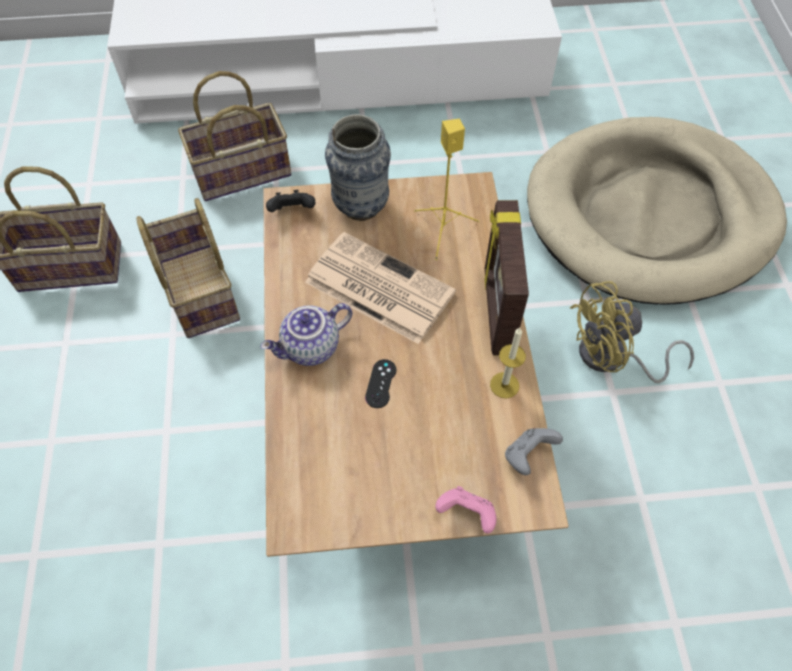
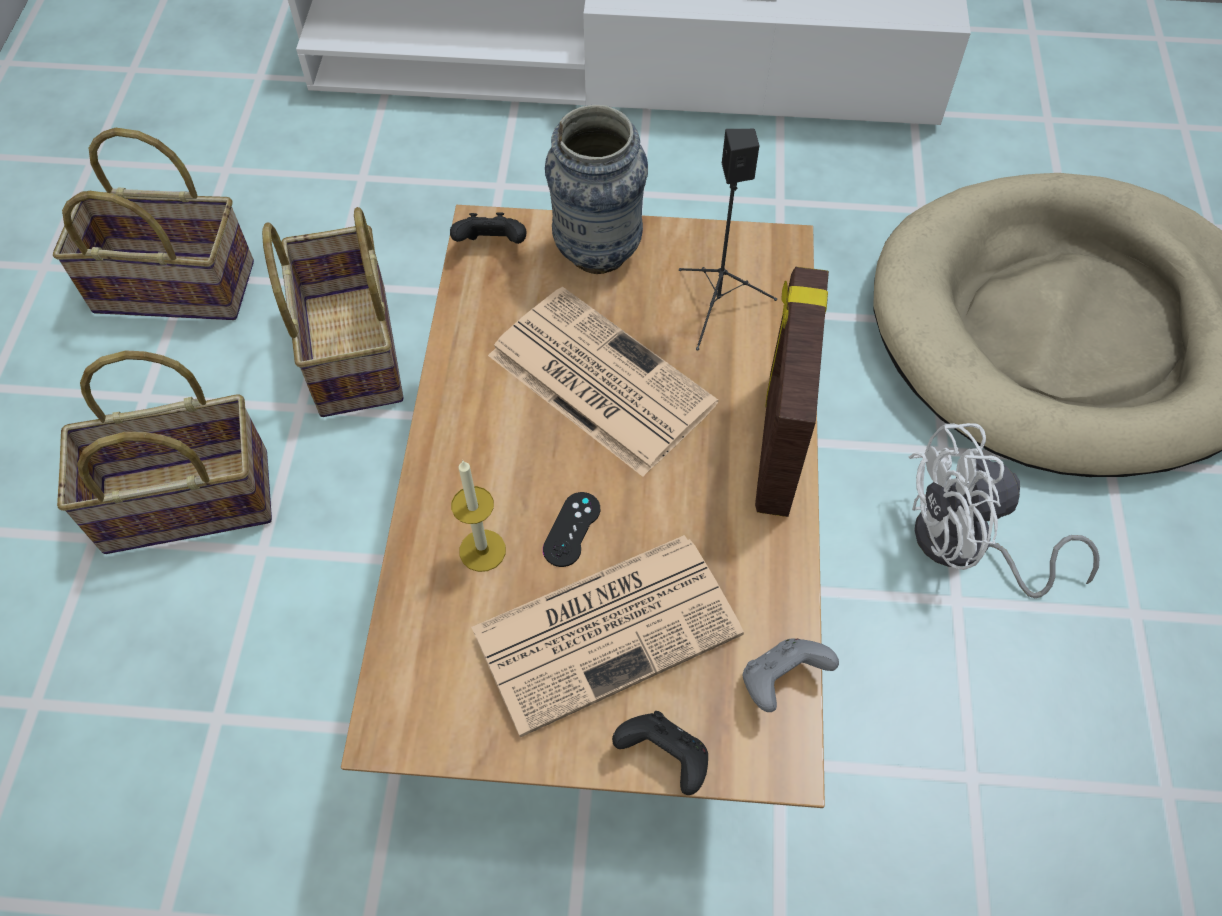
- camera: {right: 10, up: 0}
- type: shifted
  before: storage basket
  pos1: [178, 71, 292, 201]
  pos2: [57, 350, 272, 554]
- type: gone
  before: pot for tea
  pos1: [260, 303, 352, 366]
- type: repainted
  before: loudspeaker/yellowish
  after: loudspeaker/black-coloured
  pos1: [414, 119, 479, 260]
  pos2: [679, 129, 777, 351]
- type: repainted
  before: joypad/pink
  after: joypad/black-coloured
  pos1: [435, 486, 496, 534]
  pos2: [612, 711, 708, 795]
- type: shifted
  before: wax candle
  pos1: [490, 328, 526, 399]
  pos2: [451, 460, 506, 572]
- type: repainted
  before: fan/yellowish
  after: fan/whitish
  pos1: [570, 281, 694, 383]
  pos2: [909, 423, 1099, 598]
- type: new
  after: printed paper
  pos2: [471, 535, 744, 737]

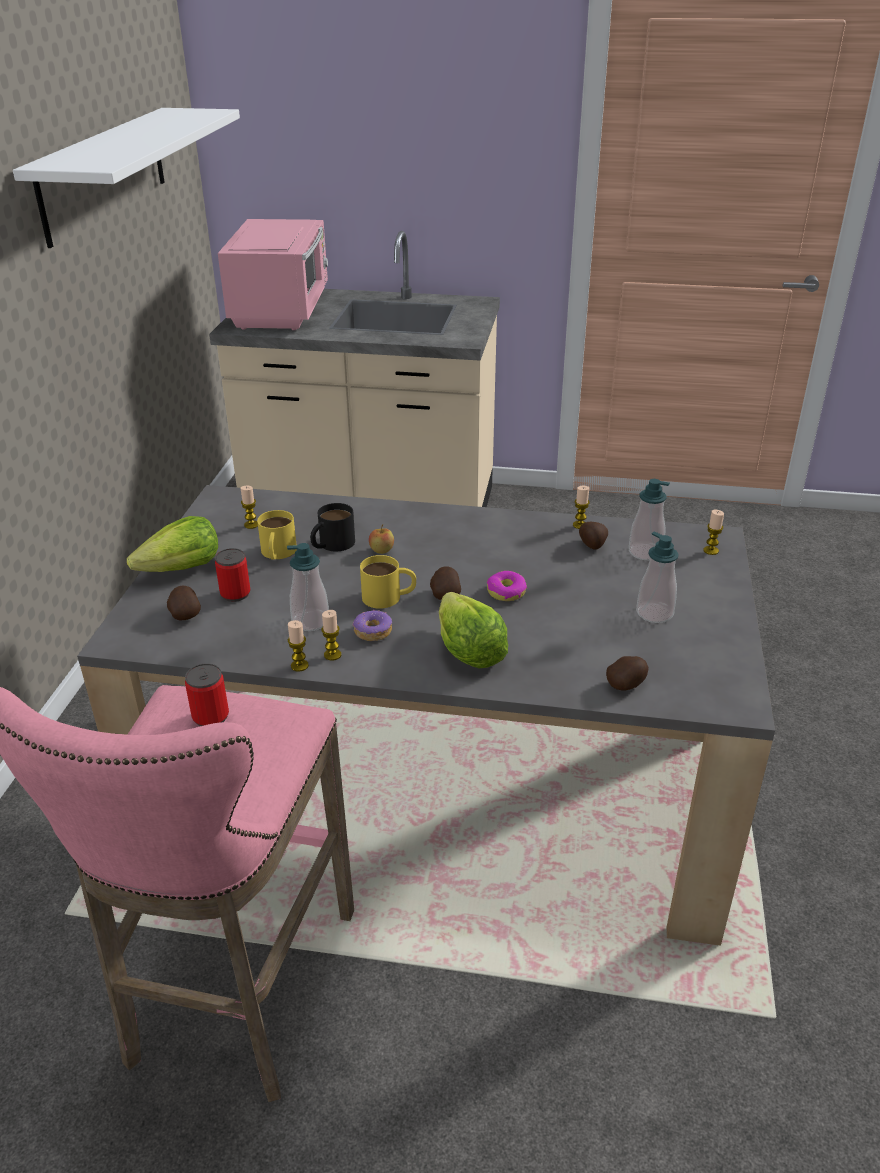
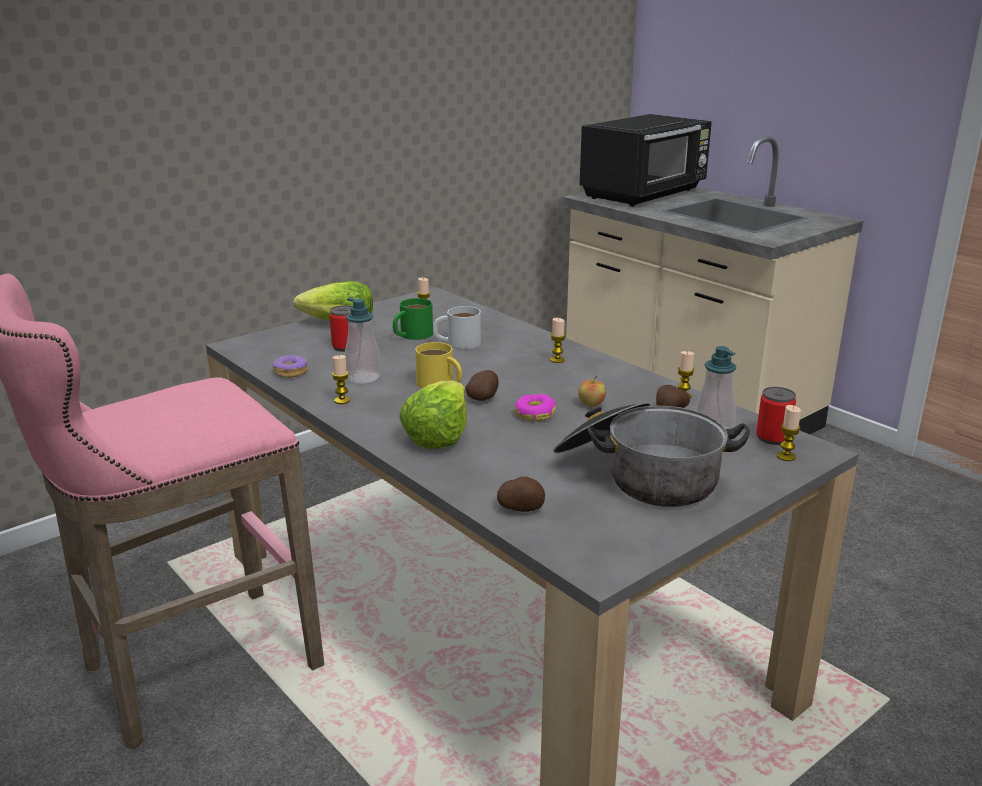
- camera: {right: 40, up: -10}
- type: gone
  before: shelf/whitish
  pos1: [13, 108, 240, 248]
- type: gone
  before: whole potato
  pos1: [167, 586, 201, 620]
- type: shifted
  before: can
  pos1: [185, 664, 229, 726]
  pos2: [756, 387, 796, 445]
- type: repainted
  before: kitchen microwave/pink
  after: kitchen microwave/black-coloured
  pos1: [218, 219, 328, 330]
  pos2: [579, 114, 712, 207]
- type: repainted
  before: coffee mug/yellowish
  after: coffee mug/green
  pos1: [257, 510, 297, 560]
  pos2: [393, 298, 433, 340]
- type: shifted
  before: wax candle
  pos1: [288, 620, 309, 672]
  pos2: [550, 318, 566, 363]
- type: repainted
  before: coffee mug/black-coloured
  after: coffee mug/whitish
  pos1: [310, 503, 355, 551]
  pos2: [433, 306, 481, 349]
- type: shifted
  before: doughnut
  pos1: [353, 609, 392, 641]
  pos2: [273, 354, 308, 378]
- type: shifted
  before: apple
  pos1: [369, 524, 394, 554]
  pos2: [578, 375, 606, 407]
- type: swapped
  before: soap bottle
  after: saucepot
  pos1: [636, 531, 678, 623]
  pos2: [553, 402, 750, 507]

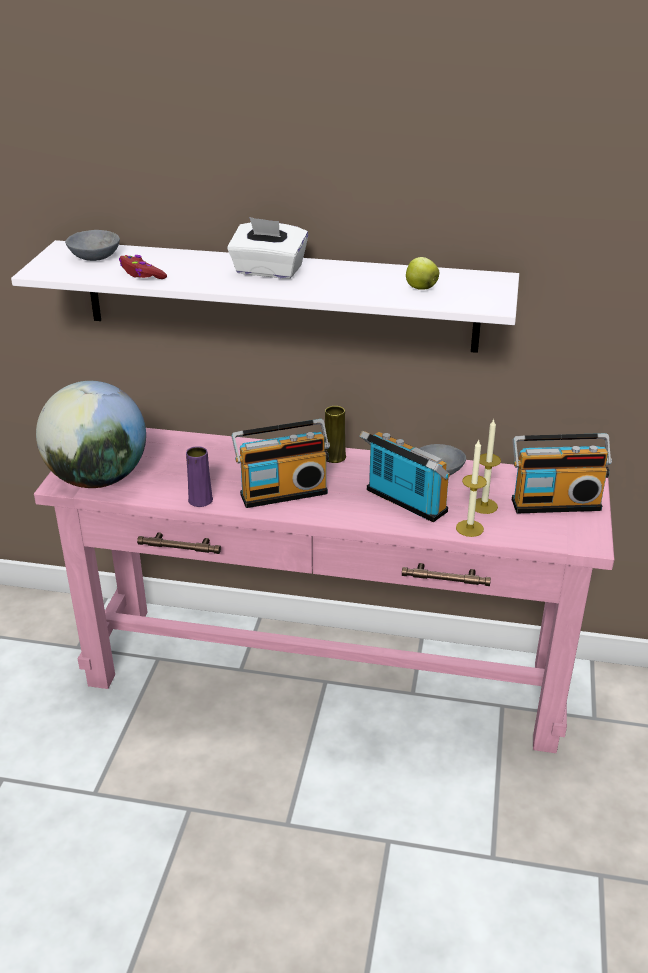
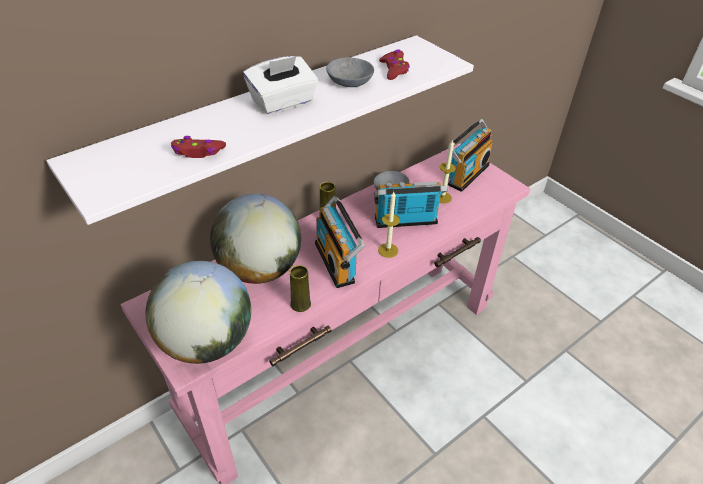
- camera: {right: -50, up: 10}
- type: shifted
  before: bowl/gray
  pos1: [65, 230, 120, 261]
  pos2: [326, 57, 374, 87]
- type: repainted
  before: decorative vase/purple
  after: decorative vase/yellowish
  pos1: [186, 446, 213, 507]
  pos2: [290, 265, 311, 312]
- type: rotated
  before: radio
  pos1: [232, 419, 330, 508]
  pos2: [315, 196, 365, 288]
  turn: 135
- type: swapped
  before: apple
  after: joypad/red
  pos1: [406, 257, 439, 290]
  pos2: [379, 49, 410, 80]
- type: shifted
  before: wax candle
  pos1: [456, 439, 487, 537]
  pos2: [378, 192, 400, 258]
- type: new
  after: desk globe
  pos2: [210, 194, 301, 284]

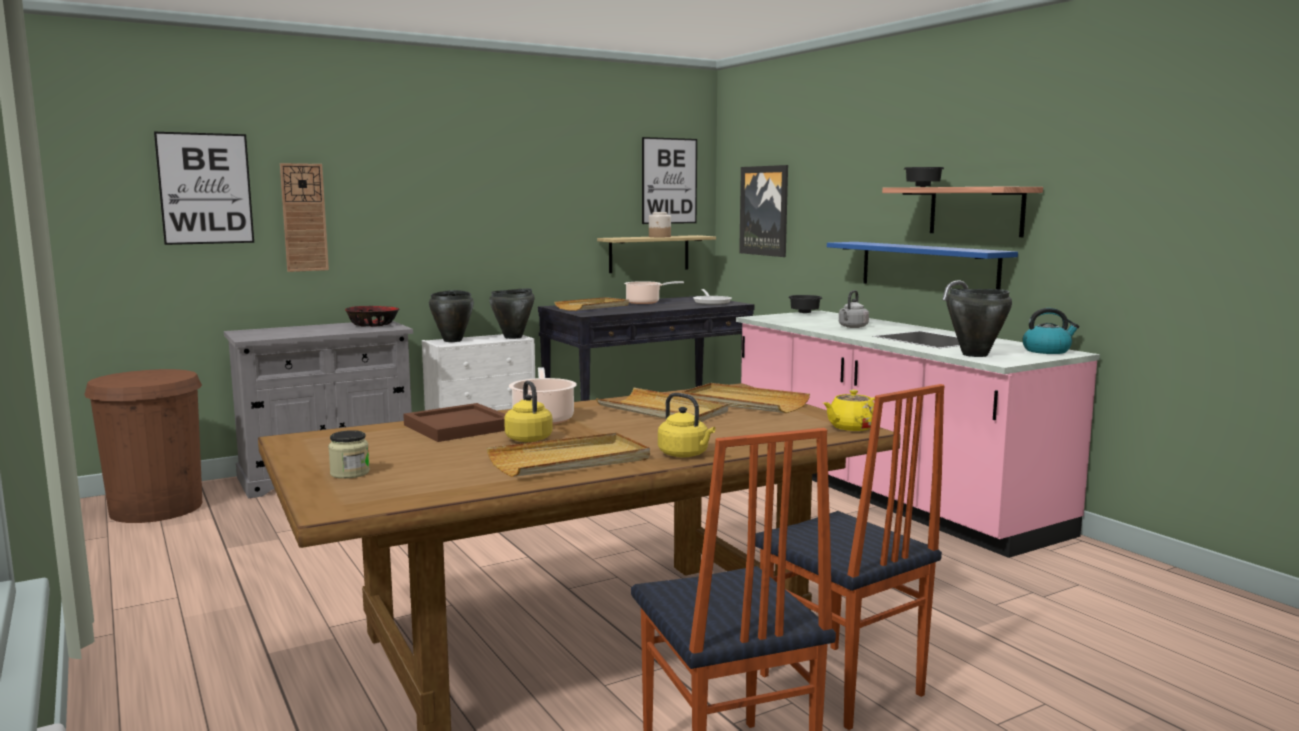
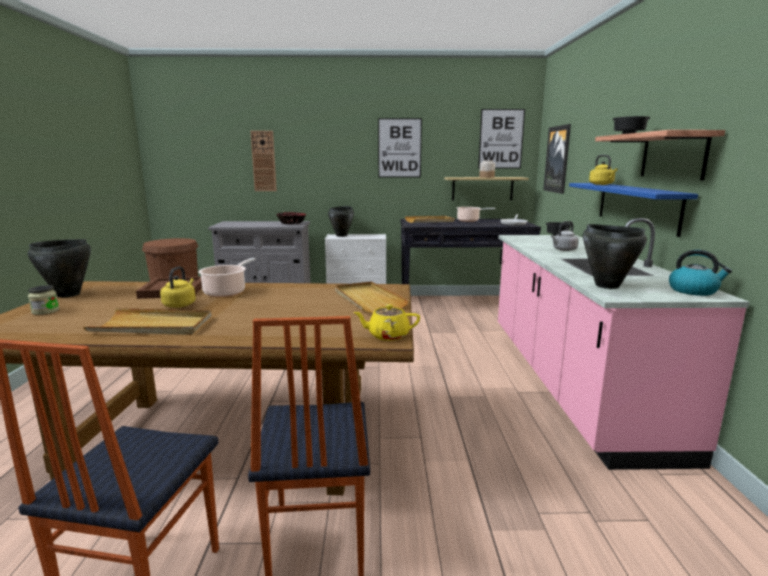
- camera: {right: 30, up: 5}
- type: shifted
  before: picture
  pos1: [154, 132, 254, 245]
  pos2: [378, 118, 422, 177]
- type: shifted
  before: saucepot/black-coloured
  pos1: [489, 288, 534, 339]
  pos2: [28, 239, 91, 298]
- type: gone
  before: tray/beige-coloured
  pos1: [596, 388, 728, 422]
- type: shifted
  before: water kettle/yellowish
  pos1: [658, 393, 715, 458]
  pos2: [589, 155, 617, 185]

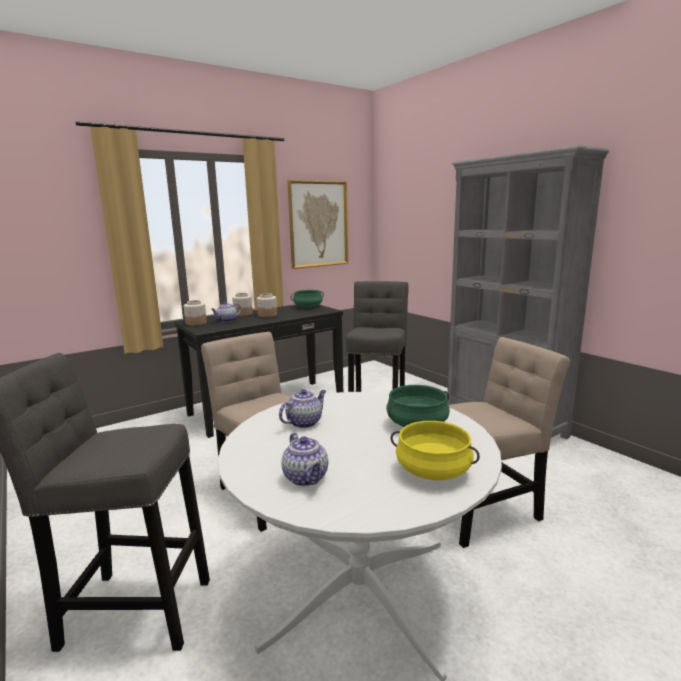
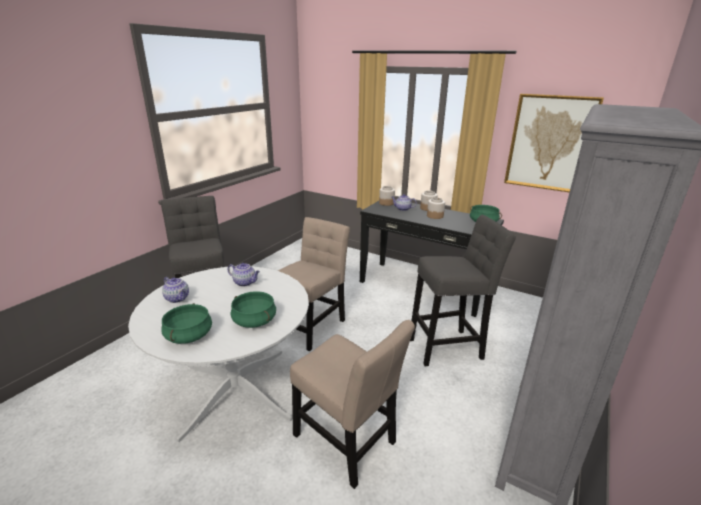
- camera: {right: 65, up: 10}
- type: rotated
  before: pot for tea
  pos1: [281, 433, 328, 486]
  pos2: [162, 277, 189, 303]
  turn: -90
- type: repainted
  before: saucepot/yellowish
  after: saucepot/green
  pos1: [391, 421, 480, 480]
  pos2: [162, 303, 212, 344]

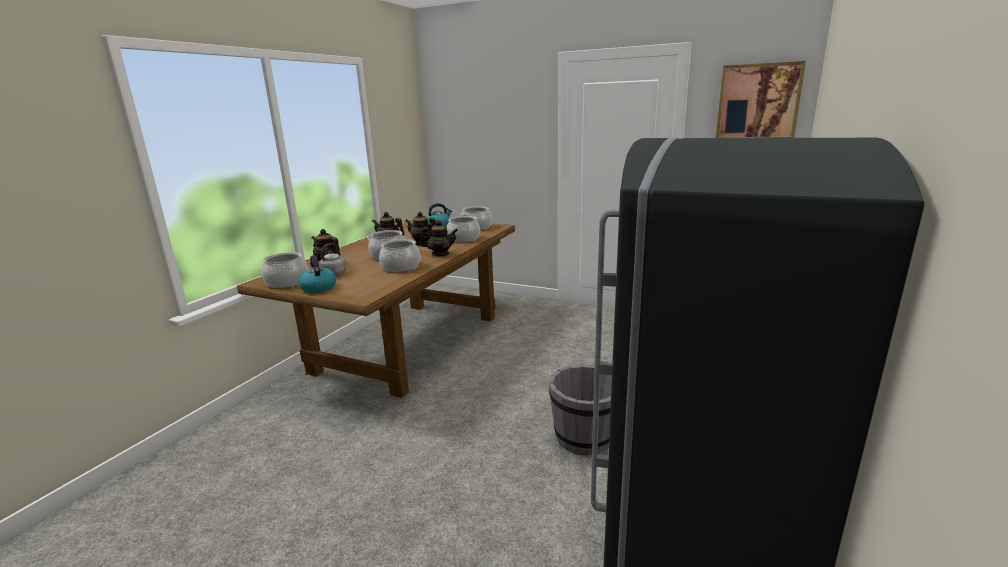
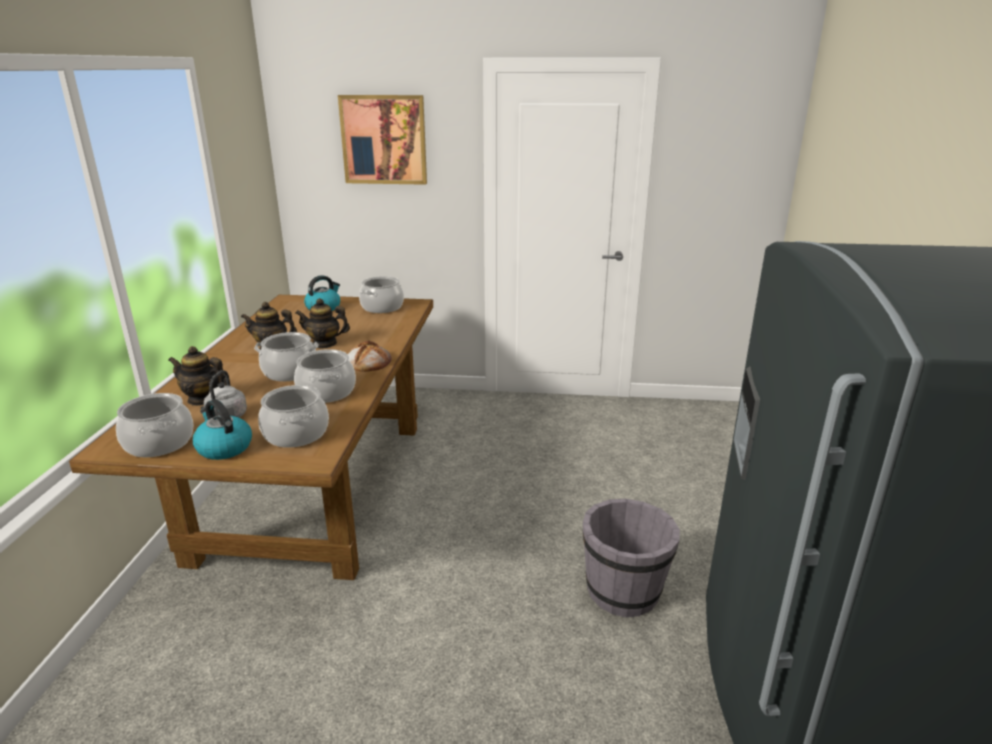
- camera: {right: -20, up: 5}
- type: swapped
  before: pot for tea
  after: baked bread
  pos1: [420, 220, 458, 256]
  pos2: [348, 340, 392, 372]
- type: shifted
  before: saucepot
  pos1: [447, 216, 480, 243]
  pos2: [258, 385, 329, 448]
- type: shifted
  before: picture
  pos1: [716, 61, 806, 138]
  pos2: [338, 95, 427, 185]

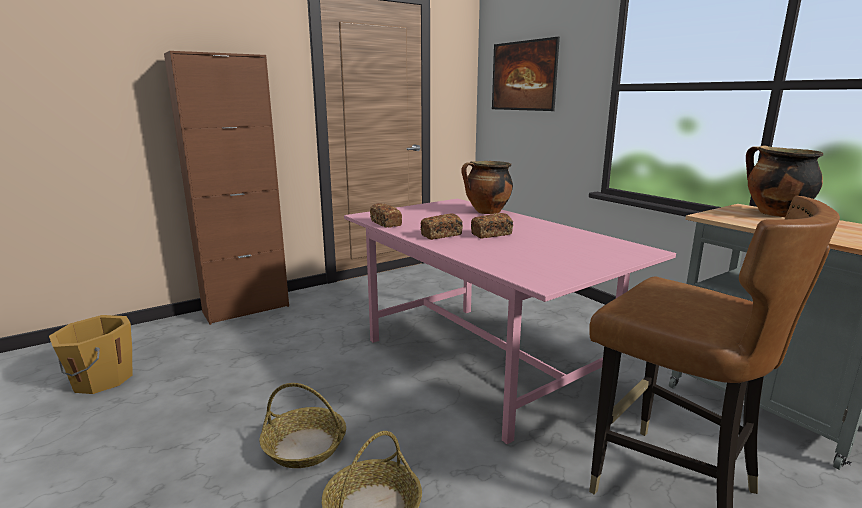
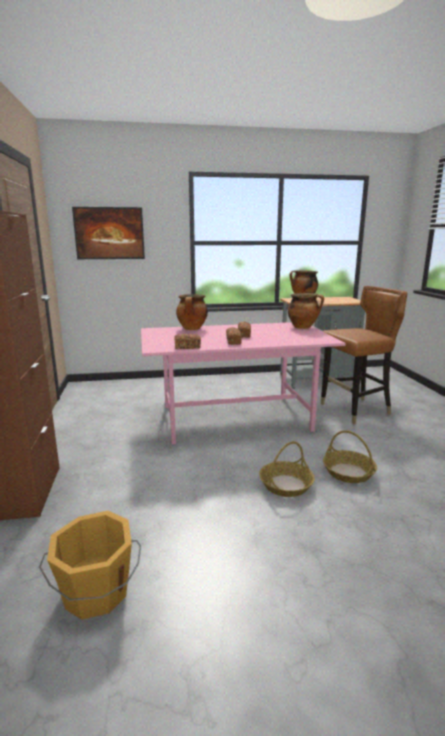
- camera: {right: -65, up: 0}
- type: new
  after: saucepot
  pos2: [288, 293, 324, 329]

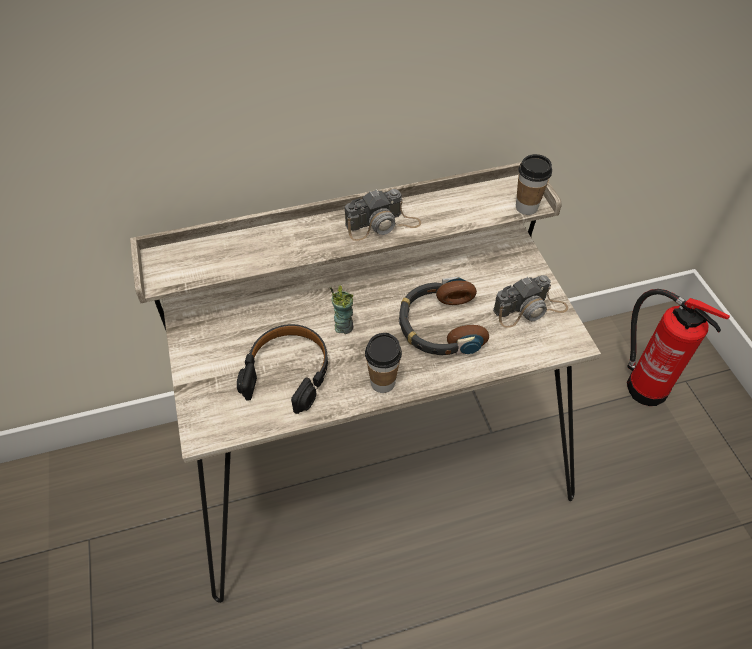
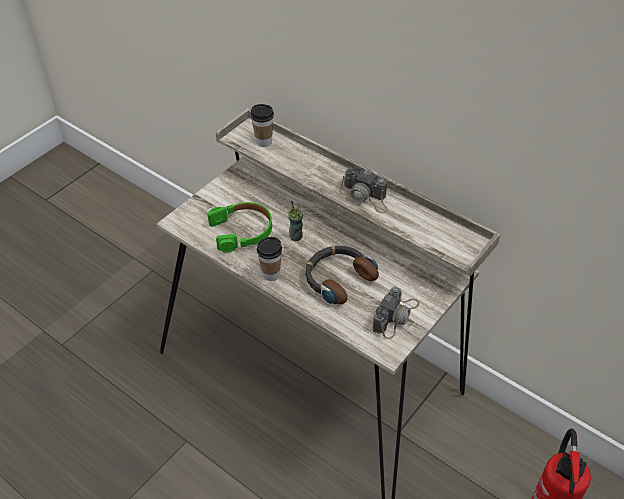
- camera: {right: 55, up: -5}
- type: repainted
  before: headset/black-coloured
  after: headset/green
  pos1: [237, 324, 328, 414]
  pos2: [208, 202, 272, 252]
- type: rotated
  before: still camera
  pos1: [493, 275, 568, 328]
  pos2: [373, 287, 419, 339]
  turn: -90
- type: shifted
  before: cup
  pos1: [516, 154, 552, 215]
  pos2: [251, 104, 274, 147]

